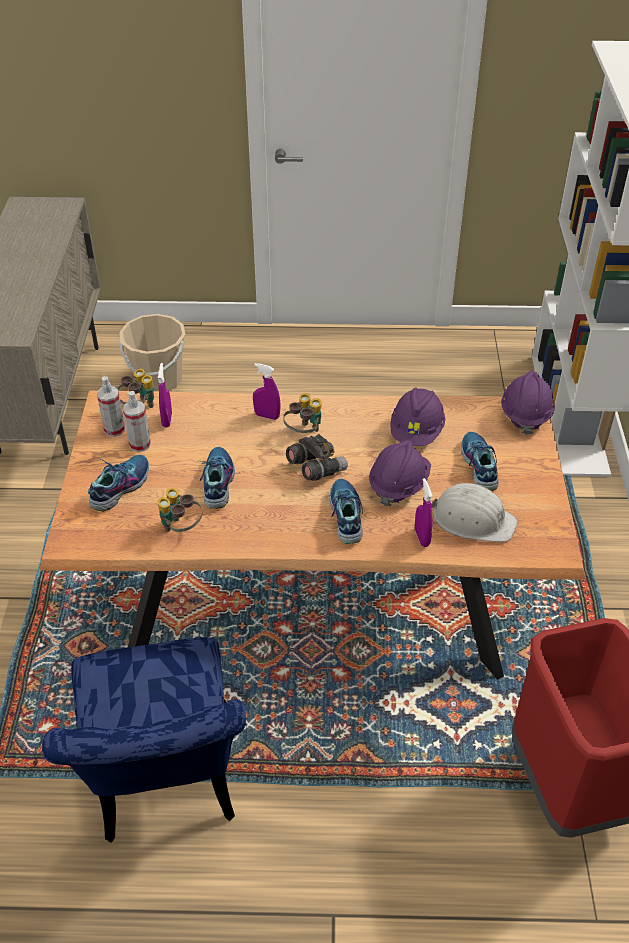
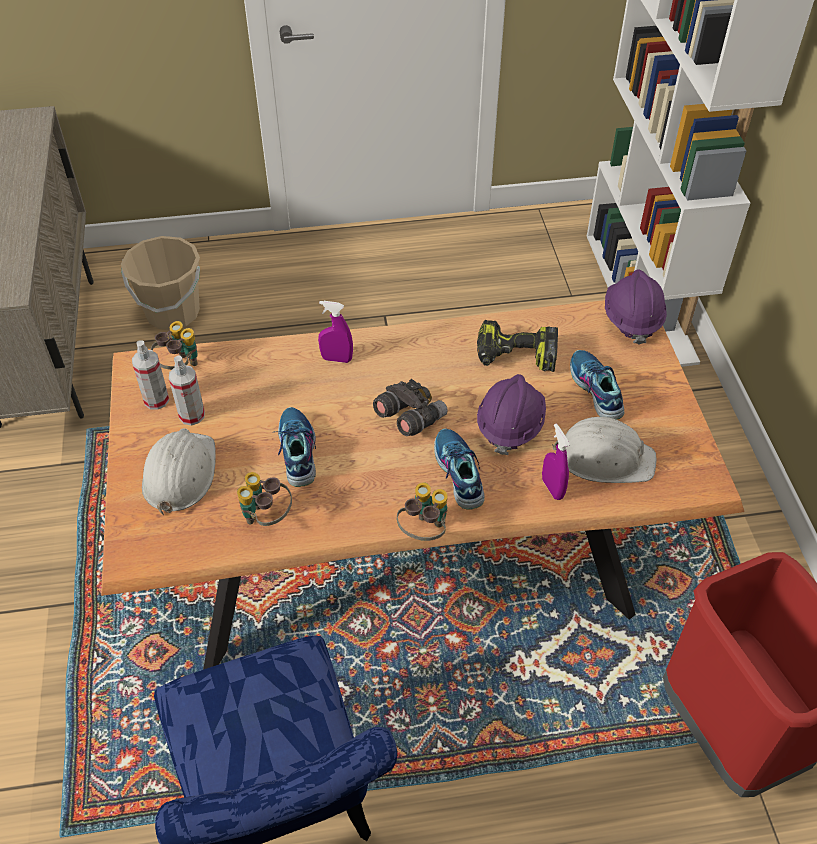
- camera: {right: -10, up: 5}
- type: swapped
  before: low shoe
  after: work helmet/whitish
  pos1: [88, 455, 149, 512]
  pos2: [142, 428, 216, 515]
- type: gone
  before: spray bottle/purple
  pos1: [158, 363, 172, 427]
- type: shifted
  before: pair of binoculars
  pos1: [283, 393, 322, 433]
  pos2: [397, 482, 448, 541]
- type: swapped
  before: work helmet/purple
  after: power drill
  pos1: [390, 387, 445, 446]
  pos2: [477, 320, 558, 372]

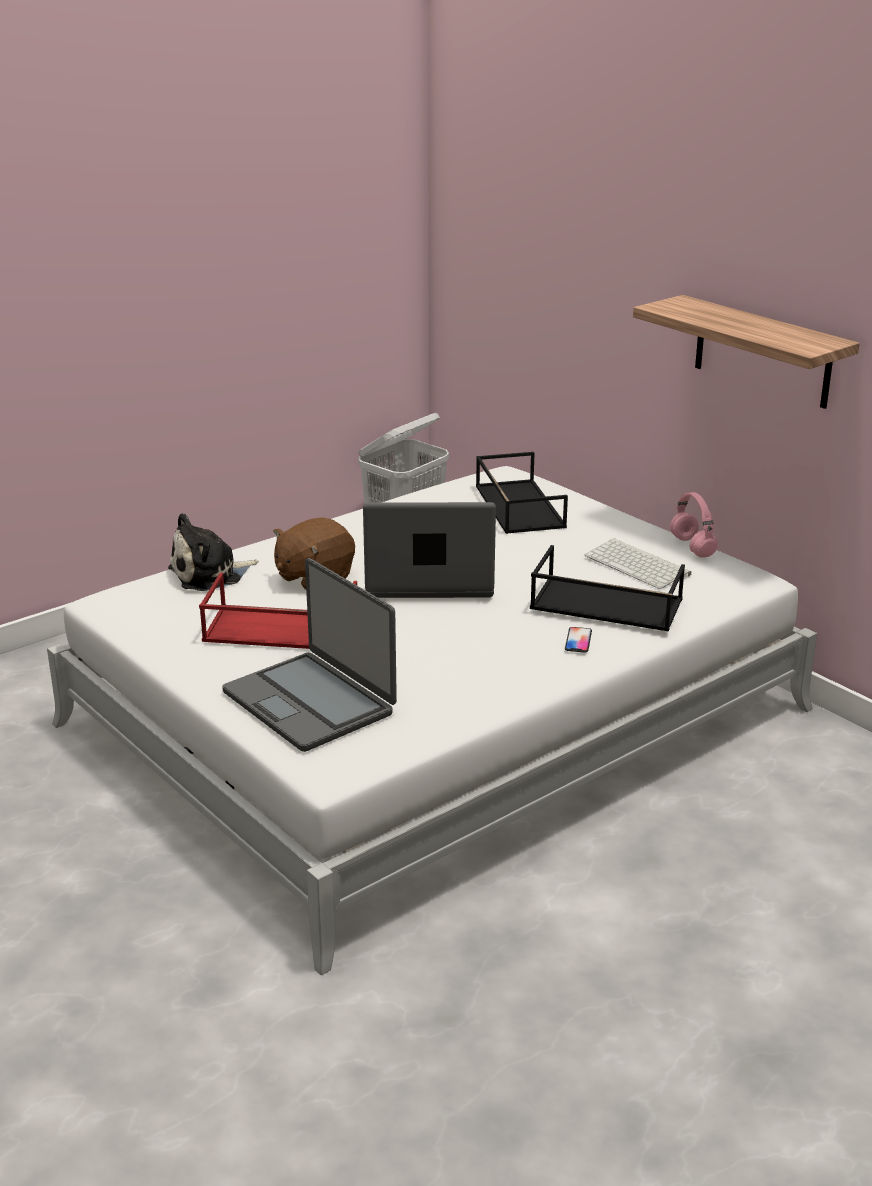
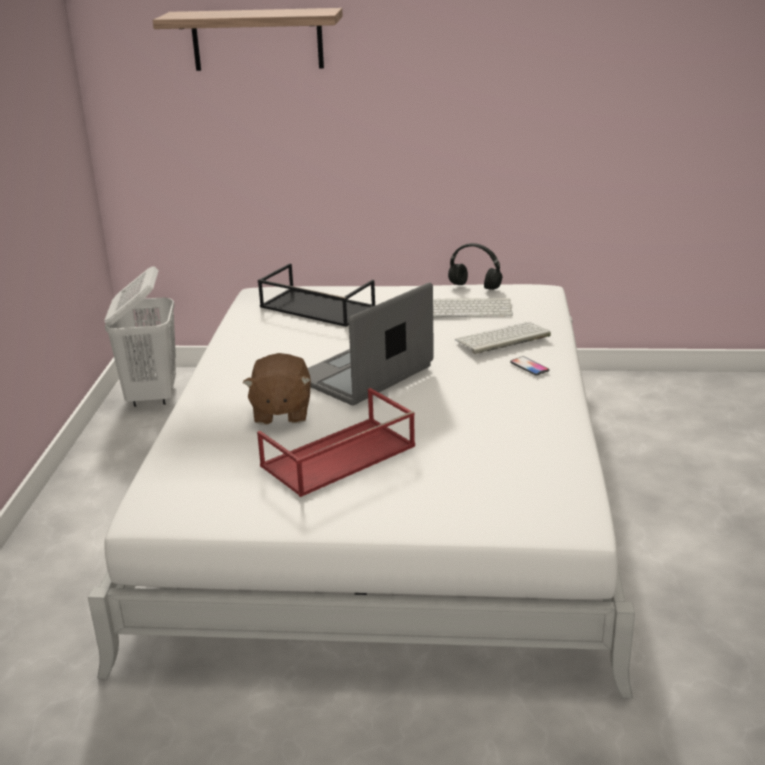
- camera: {right: -45, up: 0}
- type: gone
  before: cuddly toy
  pos1: [168, 513, 258, 591]
- type: gone
  before: laptop
  pos1: [222, 558, 397, 752]
- type: swapped
  before: tray/black-coloured
  after: keyboard
  pos1: [530, 545, 685, 631]
  pos2: [455, 322, 551, 354]
- type: shifted
  before: shelf
  pos1: [633, 295, 860, 409]
  pos2: [153, 8, 343, 71]
- type: repainted
  before: headset/pink
  after: headset/black-coloured
  pos1: [670, 492, 718, 558]
  pos2: [448, 243, 502, 290]

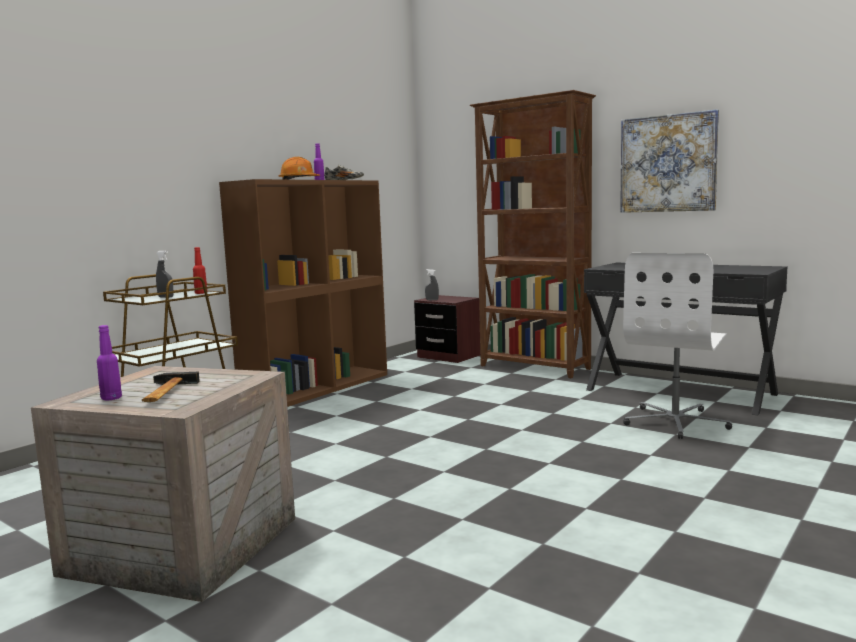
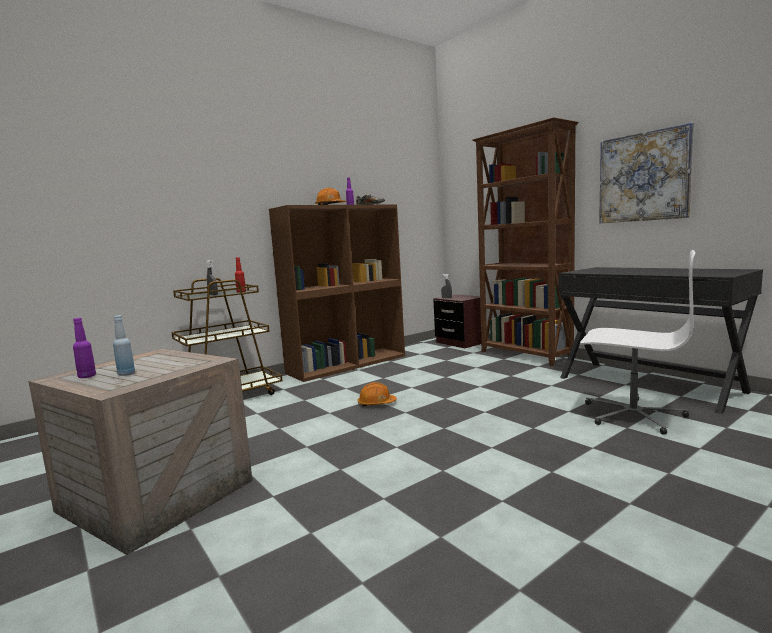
- camera: {right: 15, up: 0}
- type: swapped
  before: tool hammer
  after: bottle/blue-coloured
  pos1: [142, 372, 200, 402]
  pos2: [113, 315, 135, 376]
- type: rotated
  before: desk chair/whitish
  pos1: [623, 253, 732, 439]
  pos2: [580, 250, 696, 435]
  turn: -105
- type: new
  after: work helmet/orange-coloured
  pos2: [358, 382, 397, 406]

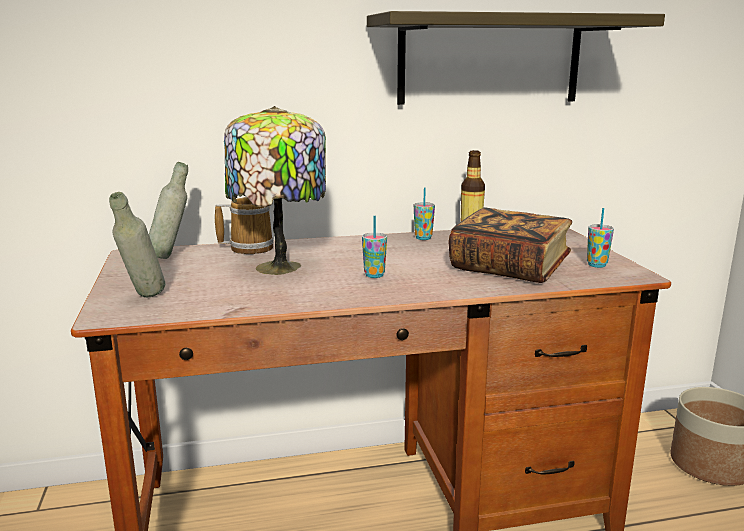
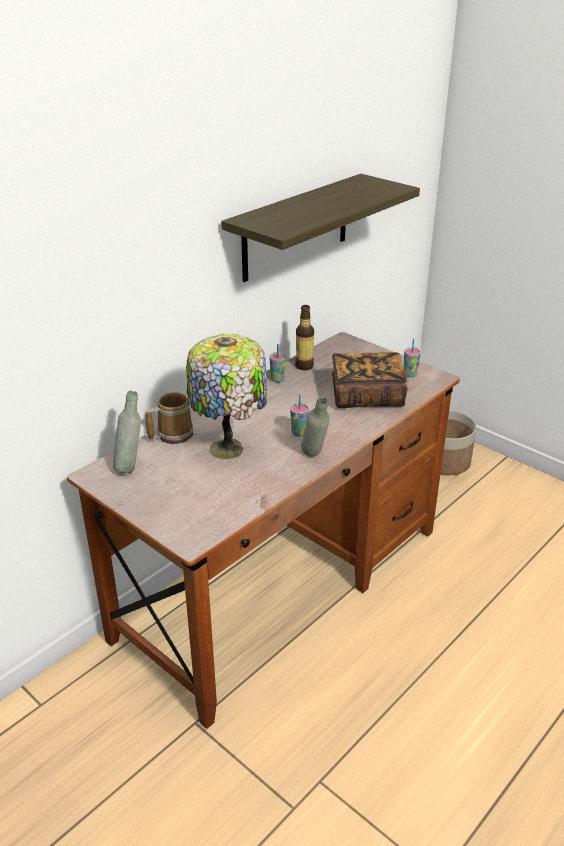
- camera: {right: -35, up: 15}
- type: shifted
  before: bottle/gray
  pos1: [109, 192, 165, 297]
  pos2: [301, 397, 330, 457]

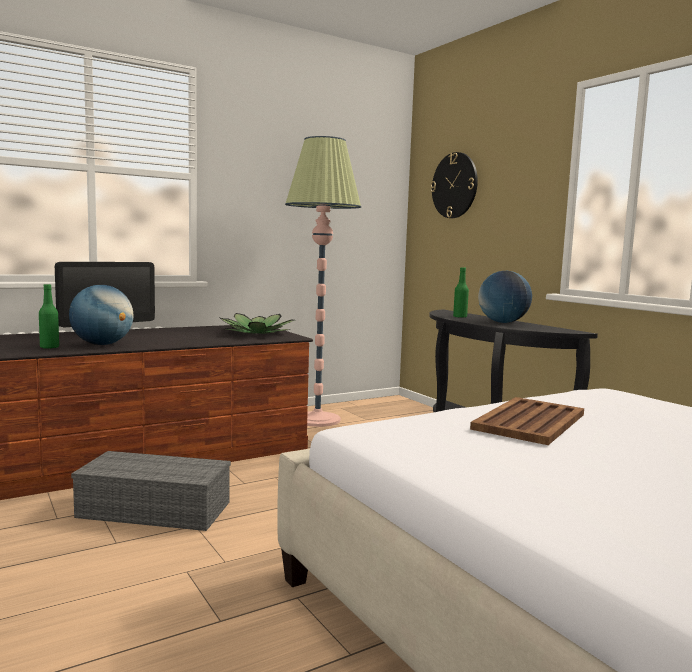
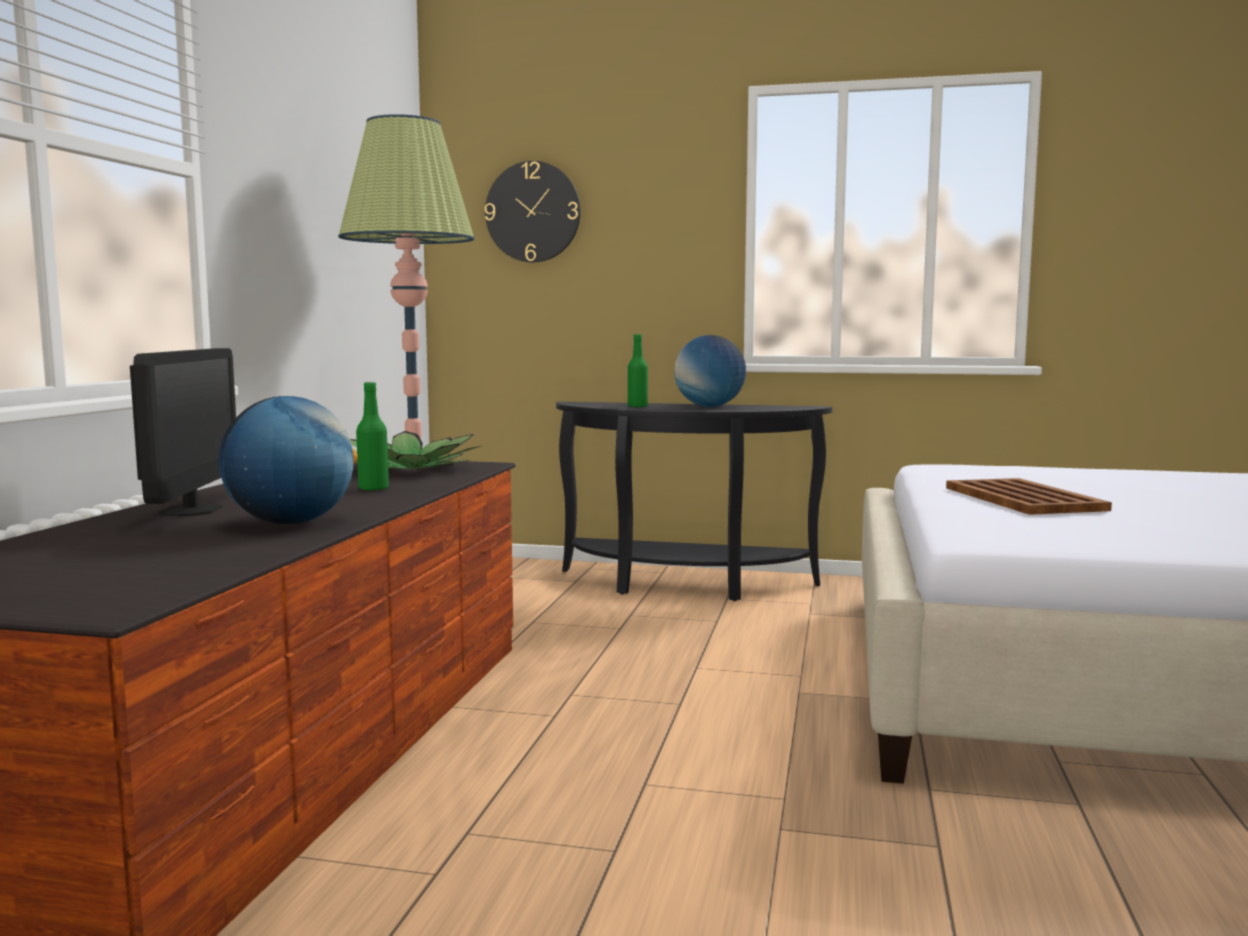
- camera: {right: -45, up: 0}
- type: shifted
  before: bottle/green
  pos1: [39, 284, 59, 349]
  pos2: [356, 382, 389, 491]
- type: gone
  before: storage container/gray
  pos1: [71, 451, 231, 531]

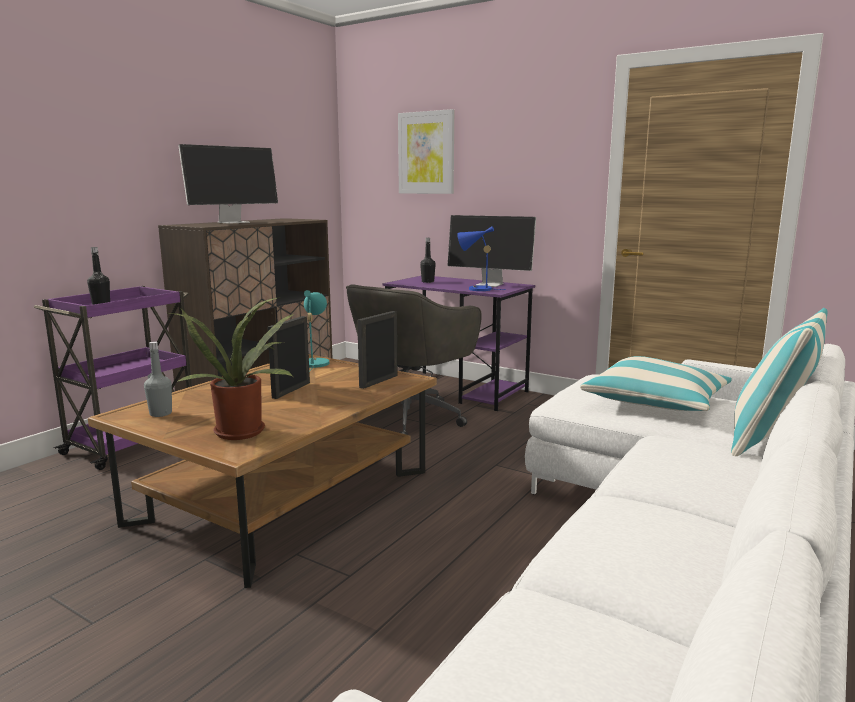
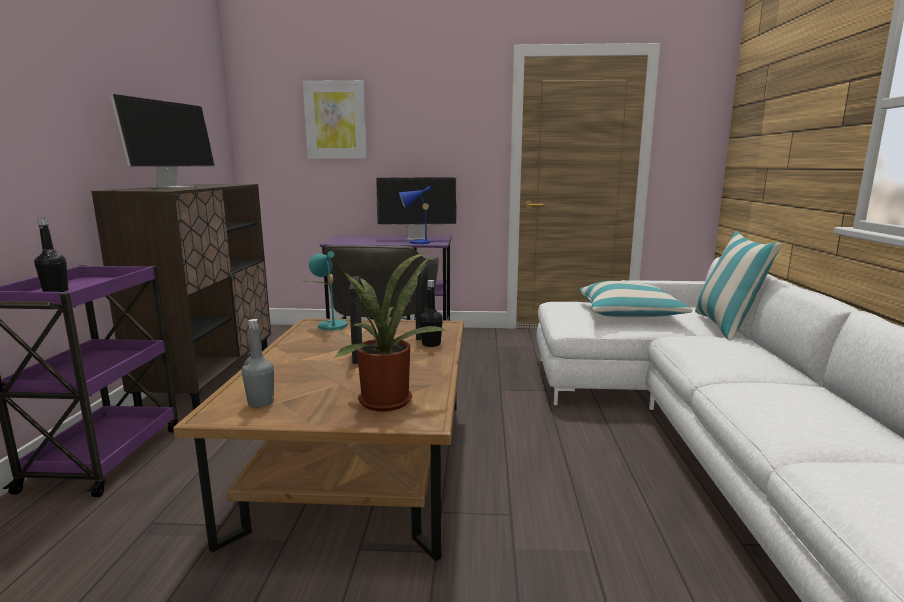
- camera: {right: -30, up: 0}
- type: shifted
  before: bottle/black-coloured
  pos1: [420, 238, 436, 283]
  pos2: [420, 280, 443, 347]

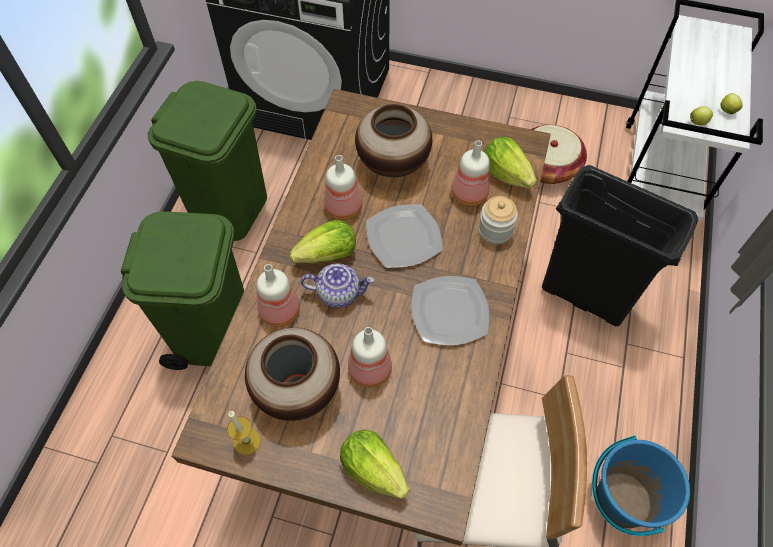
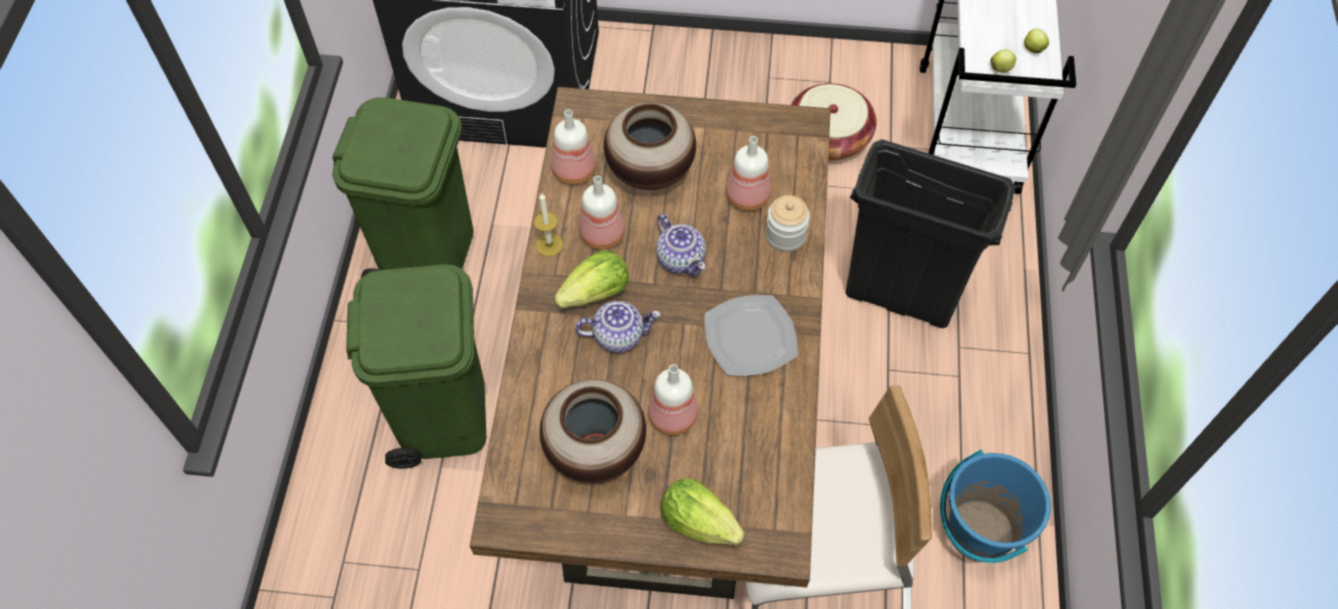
- camera: {right: -10, up: 0}
- type: shifted
  before: wax candle
  pos1: [227, 411, 261, 455]
  pos2: [534, 193, 563, 256]
- type: shifted
  before: bottle
  pos1: [257, 264, 300, 327]
  pos2: [551, 110, 596, 185]
- type: swapped
  before: flat dish
  after: pot for tea
  pos1: [366, 204, 443, 268]
  pos2: [656, 214, 706, 276]
- type: gone
  before: lettuce
  pos1: [484, 137, 537, 189]

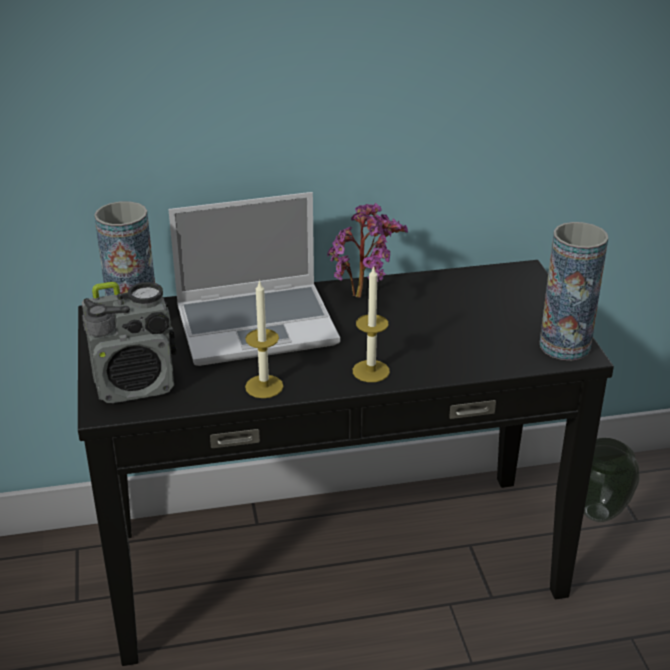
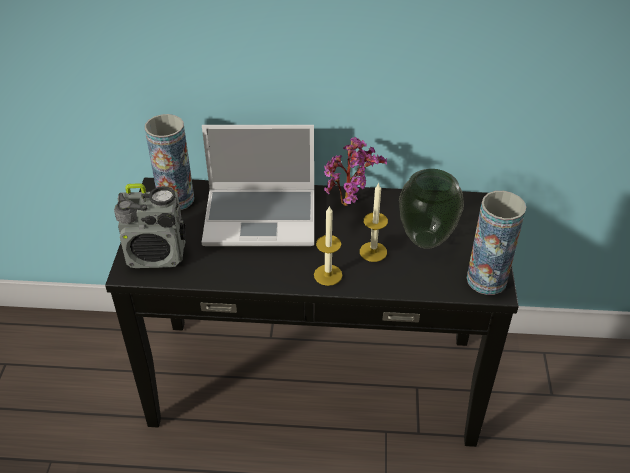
- camera: {right: 15, up: 10}
- type: shifted
  before: wax candle
  pos1: [245, 280, 283, 398]
  pos2: [360, 182, 388, 262]
- type: shifted
  before: decorative vase
  pos1: [584, 438, 640, 522]
  pos2: [399, 169, 464, 249]

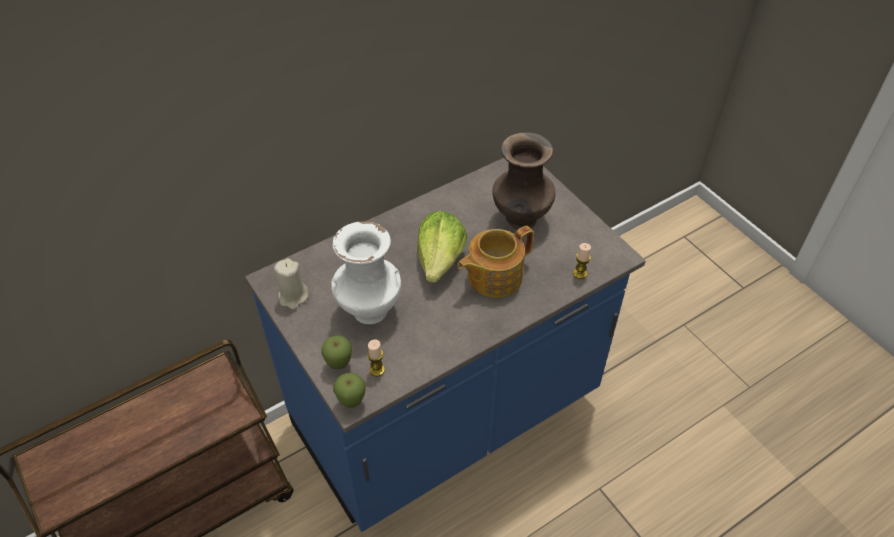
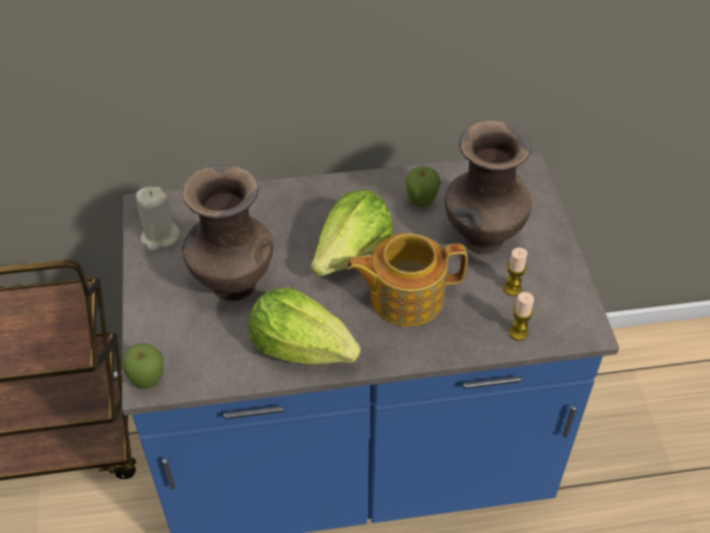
- camera: {right: 25, up: 0}
- type: shifted
  before: apple
  pos1: [321, 335, 352, 369]
  pos2: [405, 167, 441, 207]
- type: repainted
  before: decorative vase/whitish
  after: decorative vase/brown
  pos1: [331, 221, 401, 324]
  pos2: [182, 165, 273, 301]
- type: shifted
  before: wax candle
  pos1: [367, 339, 385, 377]
  pos2: [503, 248, 527, 296]
- type: new
  after: lettuce
  pos2: [249, 287, 361, 364]

